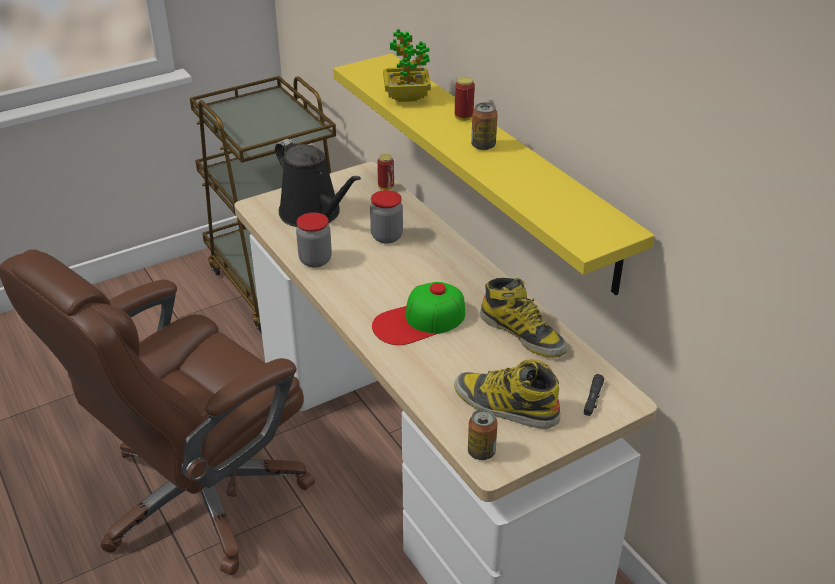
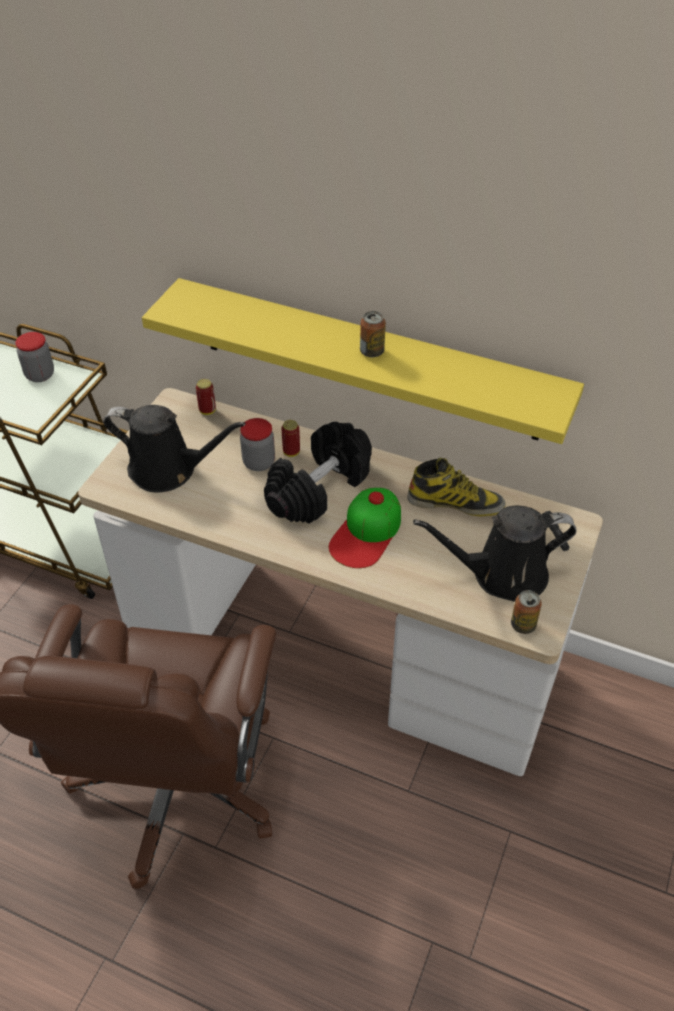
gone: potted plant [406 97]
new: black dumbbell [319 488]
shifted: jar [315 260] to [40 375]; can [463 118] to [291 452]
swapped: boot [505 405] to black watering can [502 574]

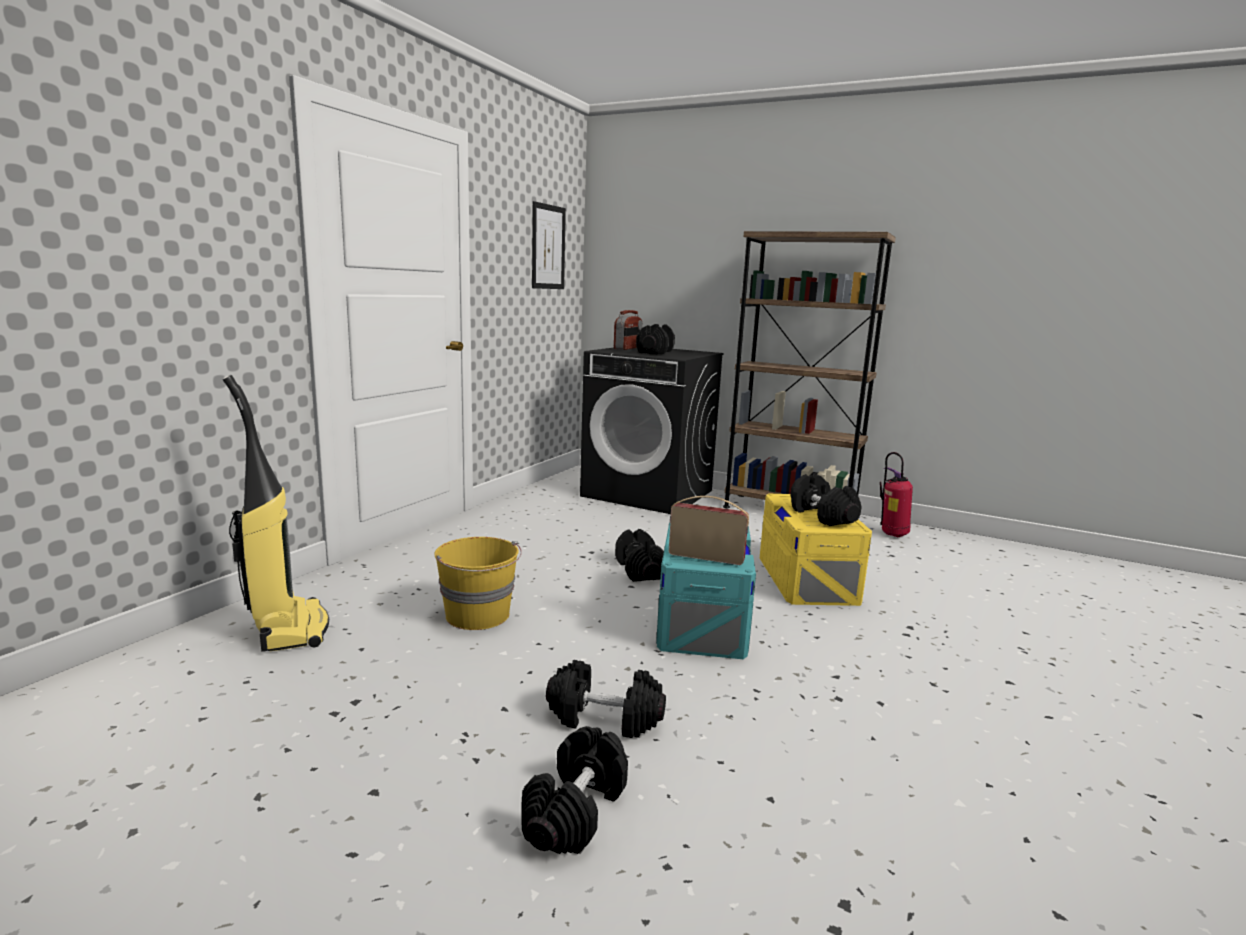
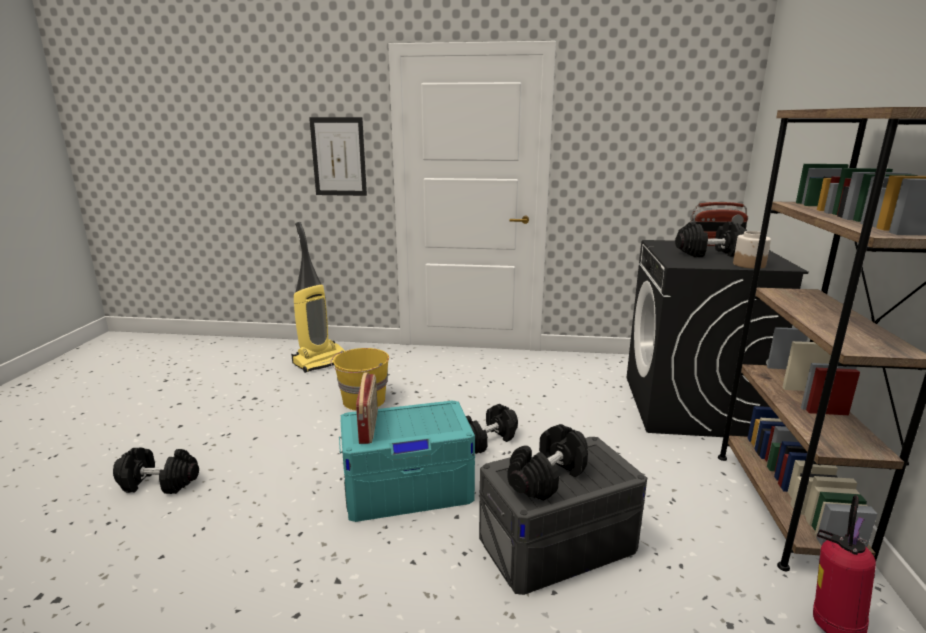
gone: black dumbbell [604 718]
new: jar [749 265]
shifted: picture [548 247] to [338 157]
repainted: yellow storage box [807 579] to grey storage box [557 543]

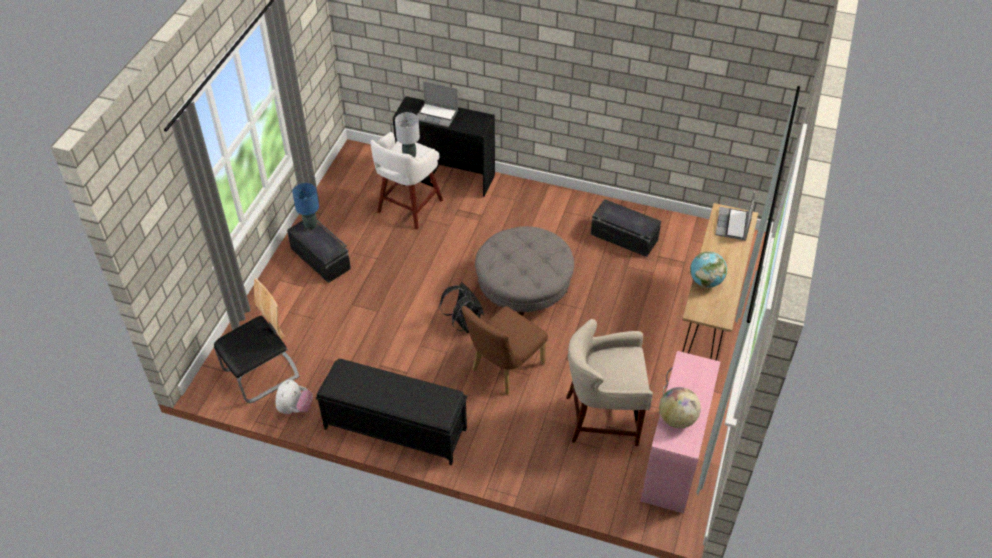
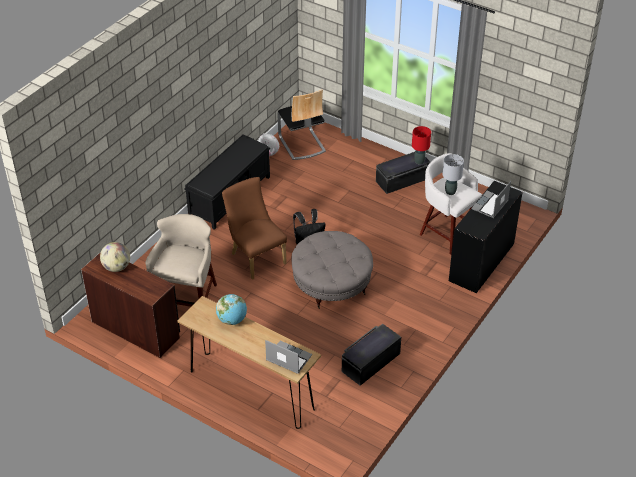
repainted: blue table lamp [310 226] to red table lamp [419 161]; pink desk [672 459] to brown desk [136 328]

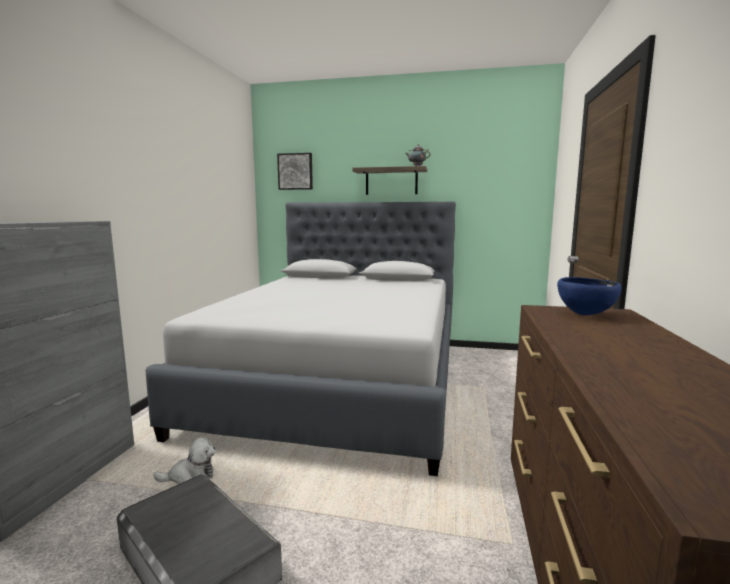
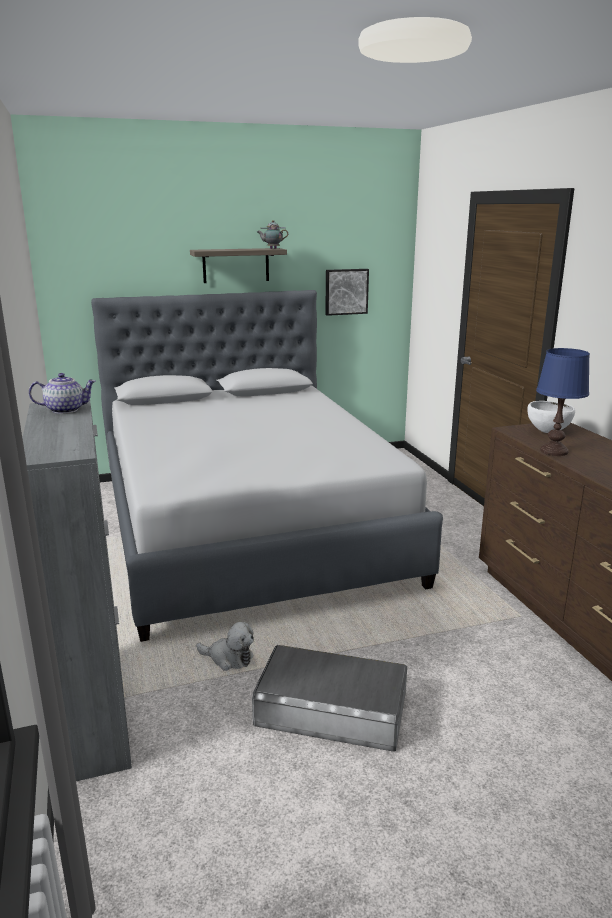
new: teapot [66 410]; blue table lamp [553 451]
shifted: picture [295 171] to [346 291]
repainted: blue bowl [585 315] to white bowl [548 432]
rotated: plush toy [190 477] = [229 658] 60 degrees clockwise

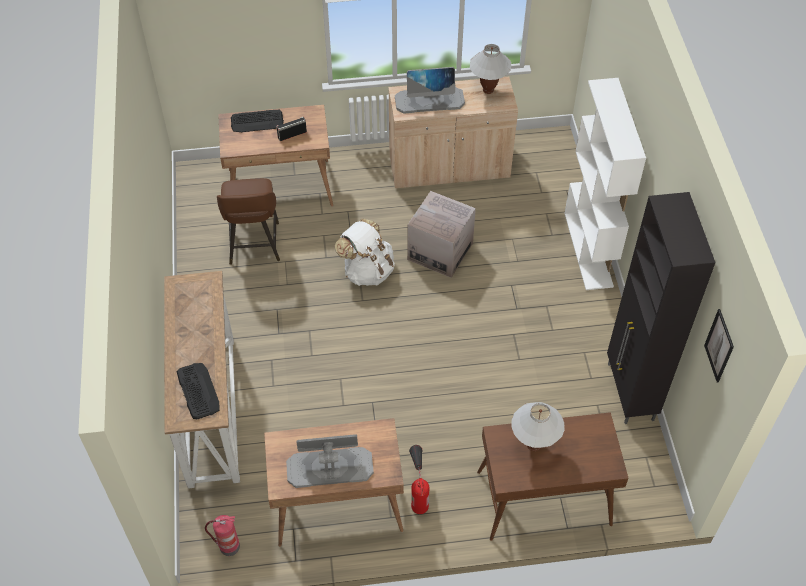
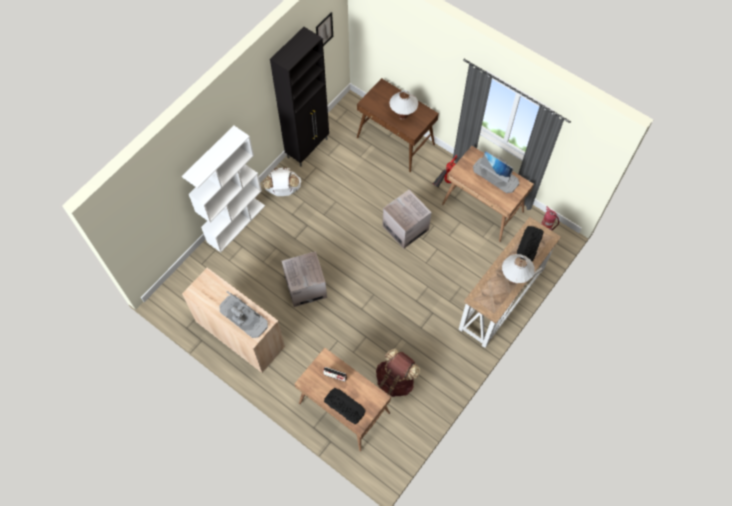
new: cardboard box [405 228]
shifted: white backpack [367 270] to [283 190]; white table lamp [488 90] to [514 279]
swapped: brown stool [254 245] to brown backpack [395 380]

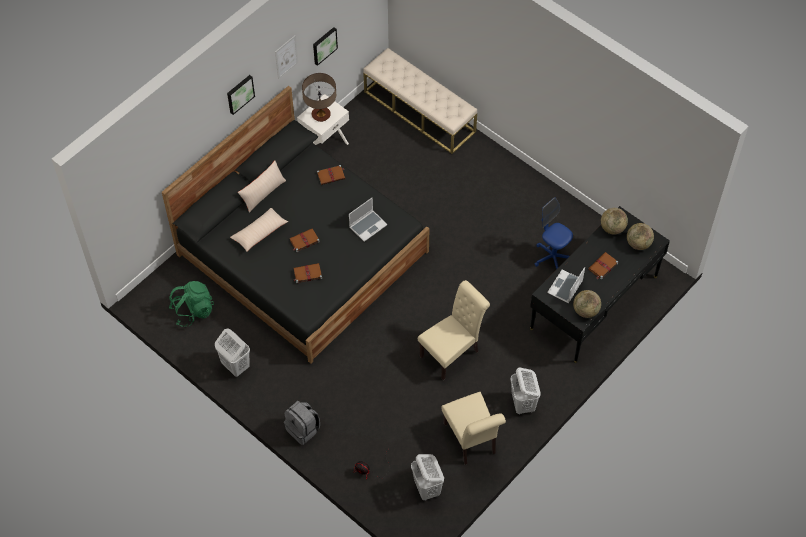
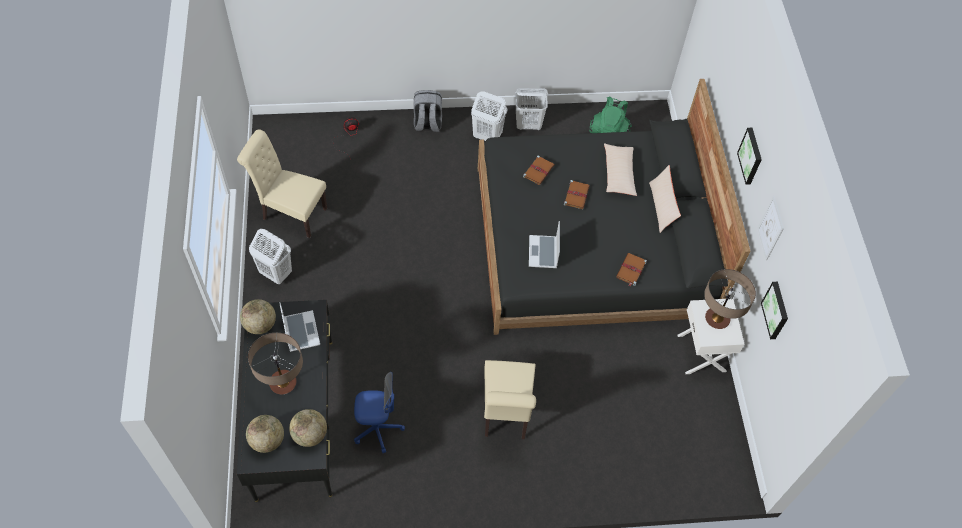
gone: beige bench [419 111]
shifted: white laundry basket [427 489] to [487 136]; beige chair [452 352] to [505 414]
swapped: brown book [602 266] to table lamp [283 383]

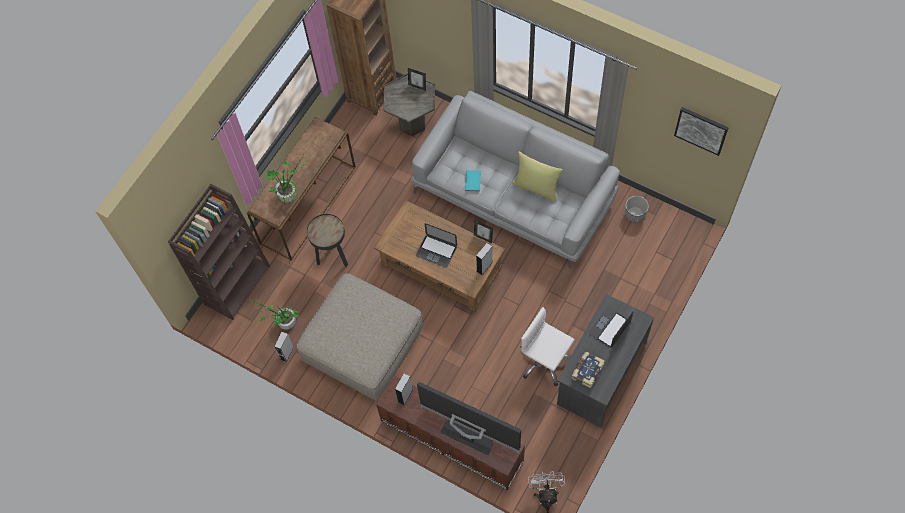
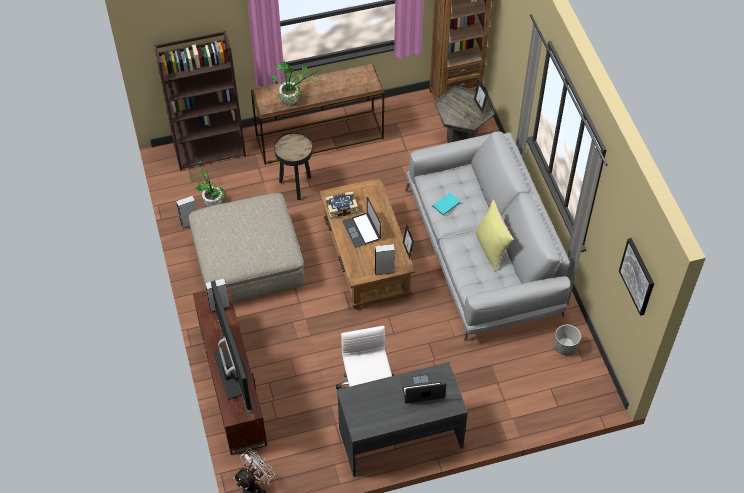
shifted: book [587 371] to [341 207]

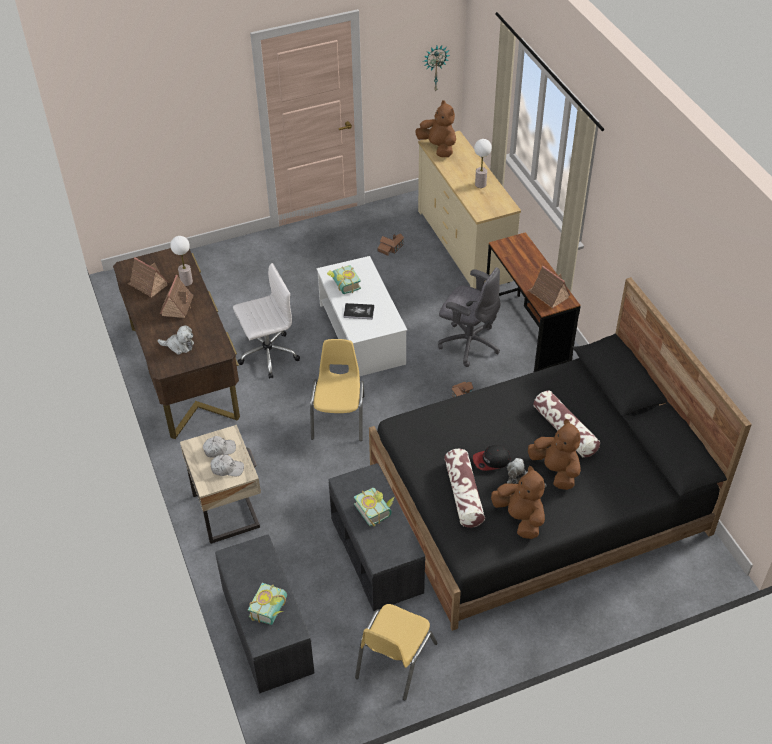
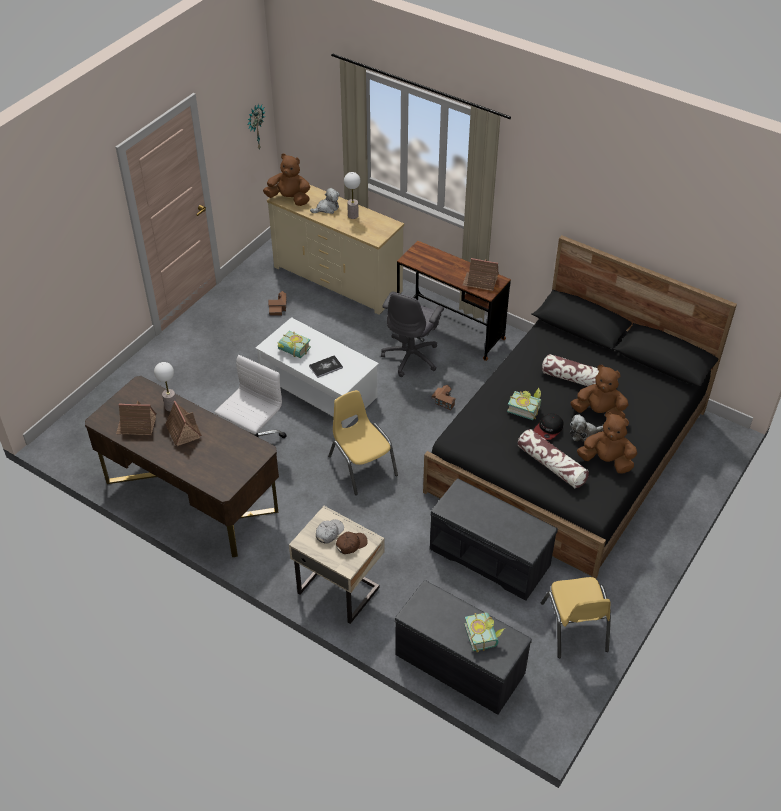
shifted: plush toy [179 346] to [327 208]; book [376 510] to [524 407]
repainted: white cap [227 468] to brown cap [351 544]
rotated: grey office chair [468 343] = [411 357] 120 degrees clockwise

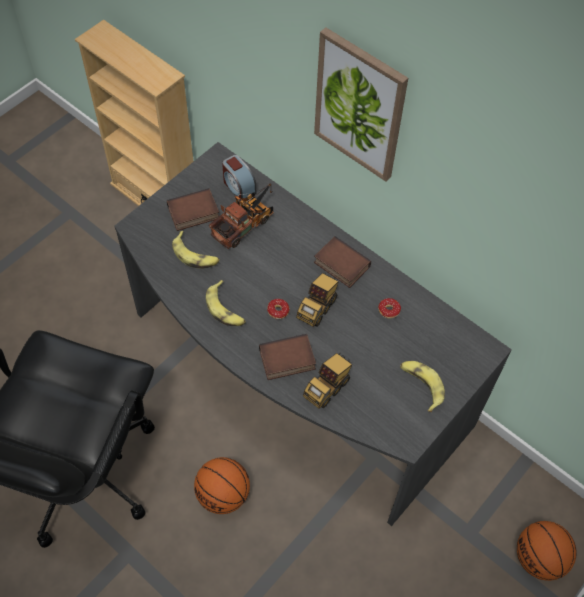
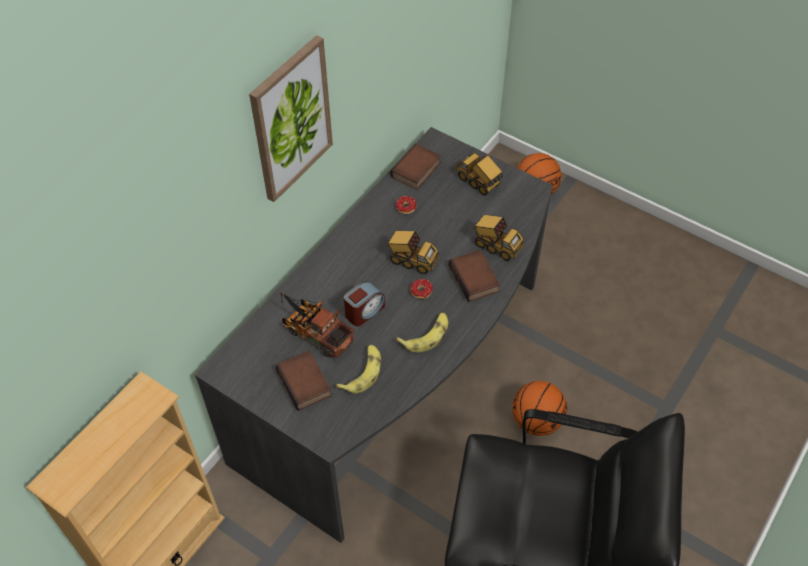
shifted: alarm clock [238 187] to [364 311]; book [340 265] to [416 171]
swapped: banana [421 385] to toy truck [479 182]

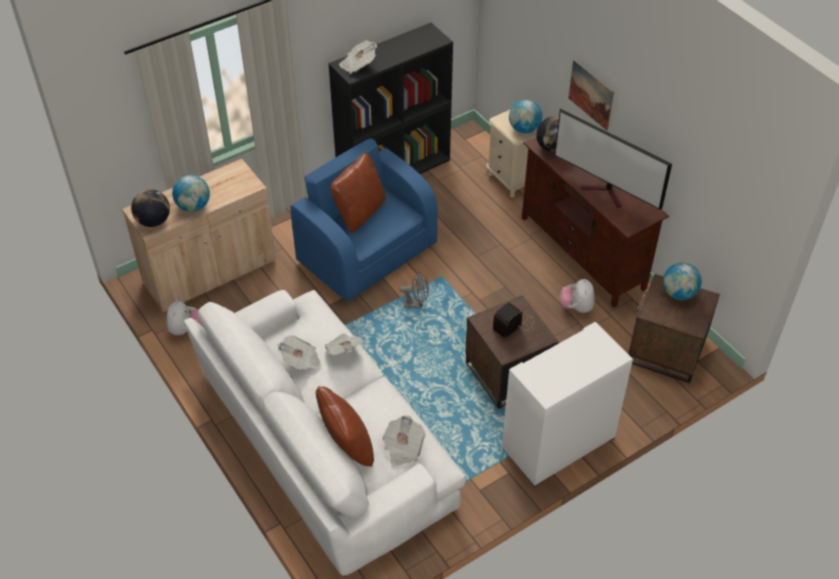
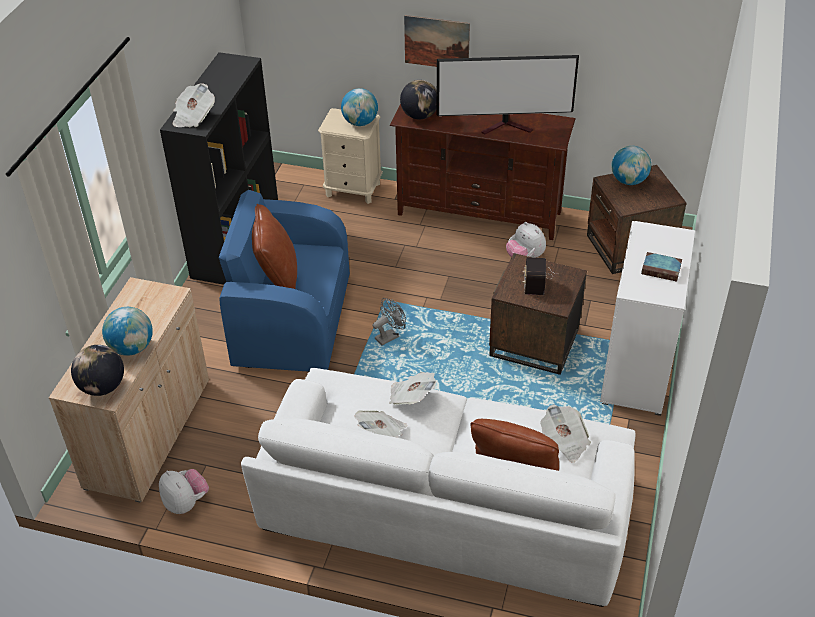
new: book [662 269]

